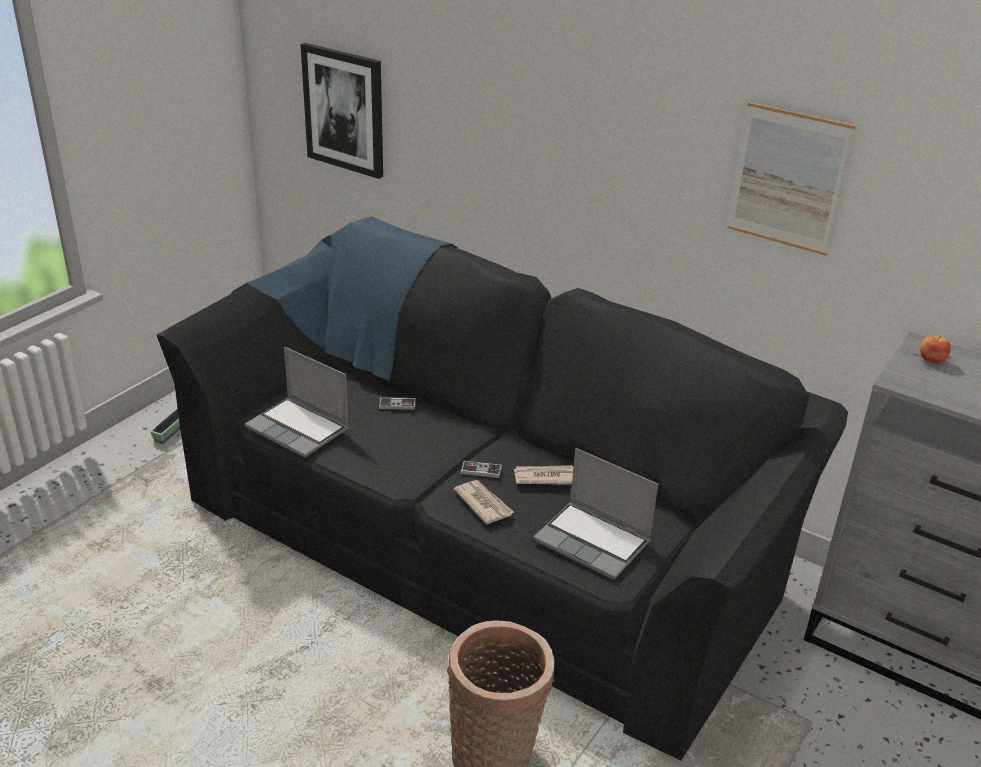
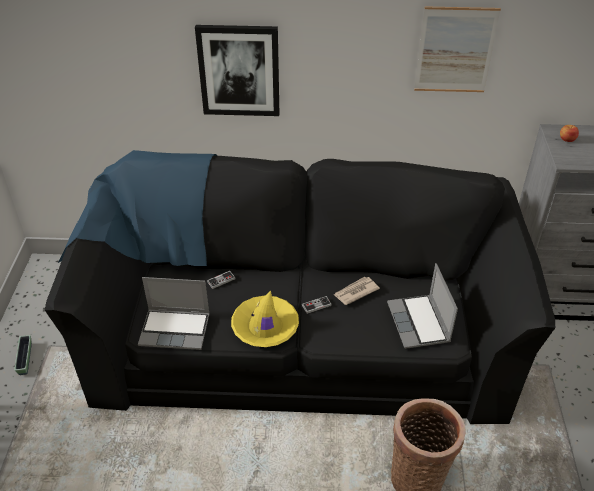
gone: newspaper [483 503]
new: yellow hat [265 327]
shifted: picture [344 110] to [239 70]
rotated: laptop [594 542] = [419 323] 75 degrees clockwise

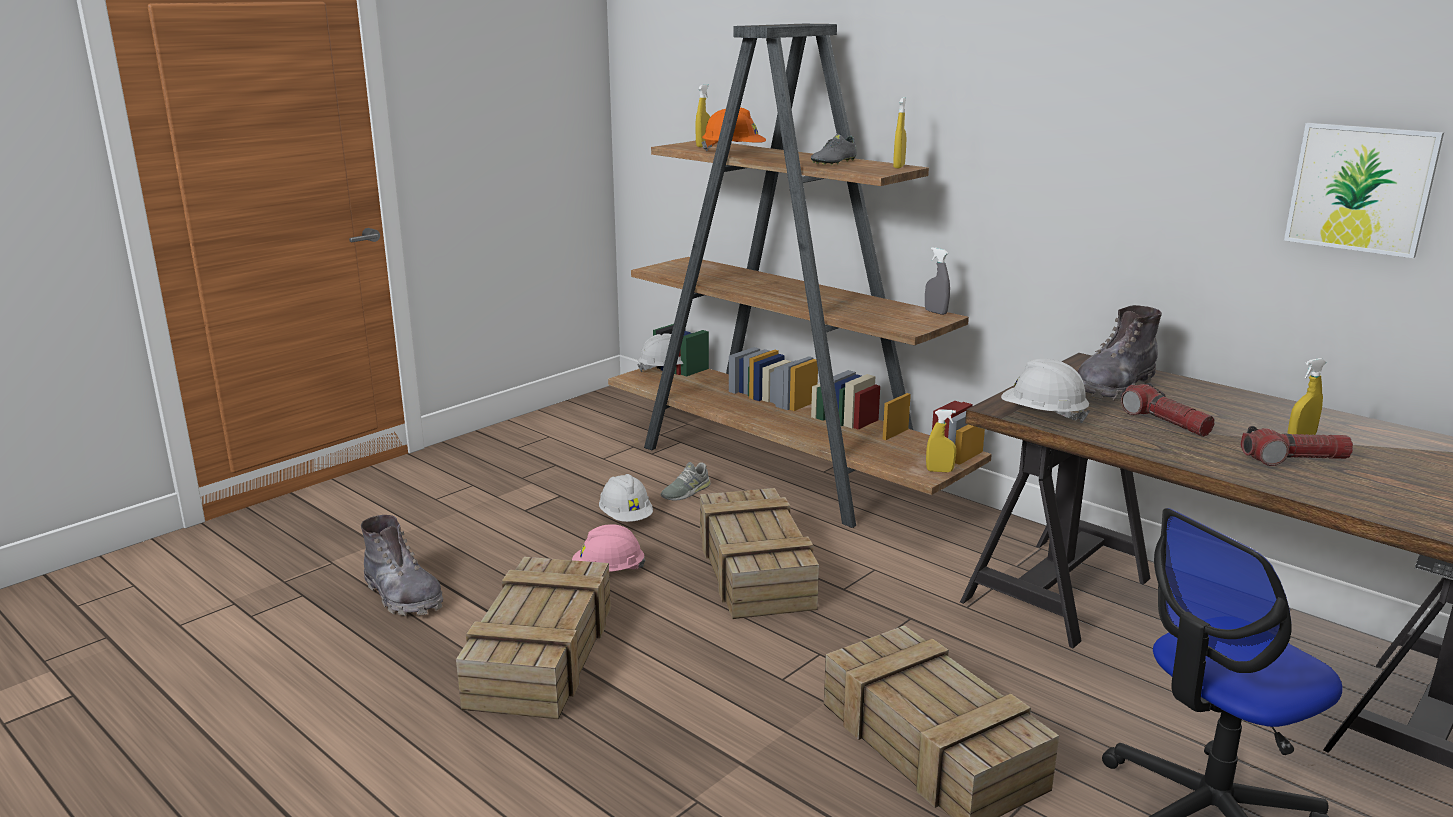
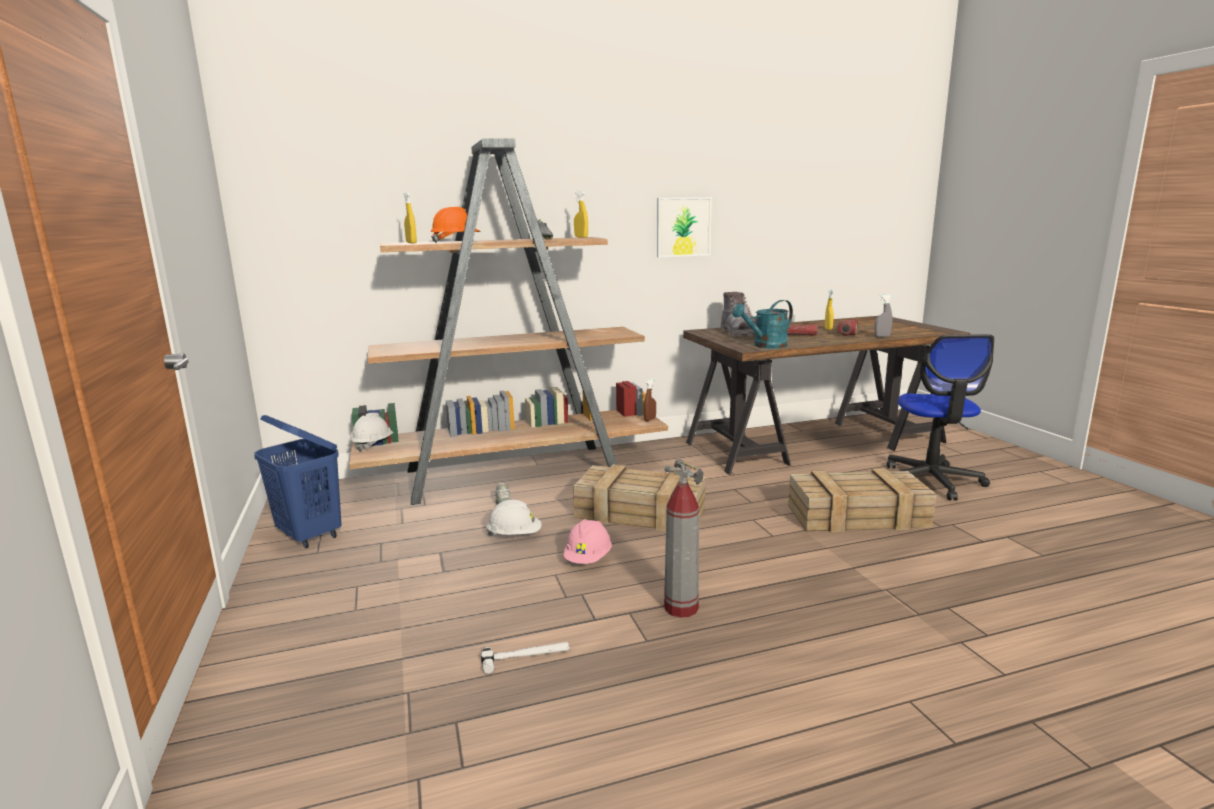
new: blue laundry basket [310 536]
shifted: grey spray bottle [935 312] to [882 336]; picture [1360 188] to [683 227]
swapped: grey boot [403 596] to hammer [526 658]; crate [541 653] to fire extinguisher [680 608]; white hard hat [1042 416] to turquoise watering can [765 346]
repainted: yellow spray bottle [939 471] to brown spray bottle [650 419]

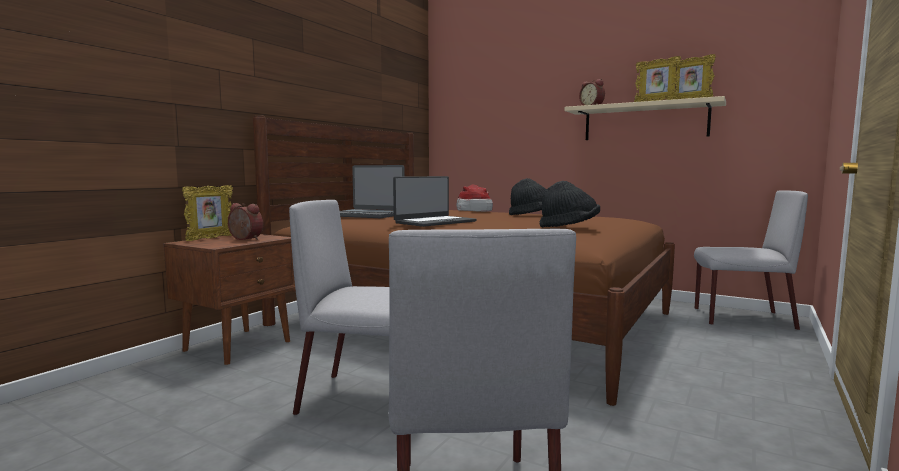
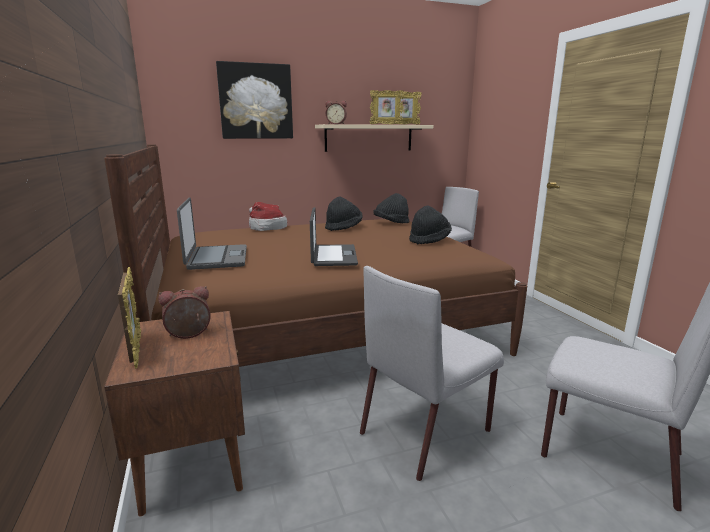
new: picture [256 101]; black hat [391 223]
rotated: laptop [367 215] = [216 258] 75 degrees counterclockwise

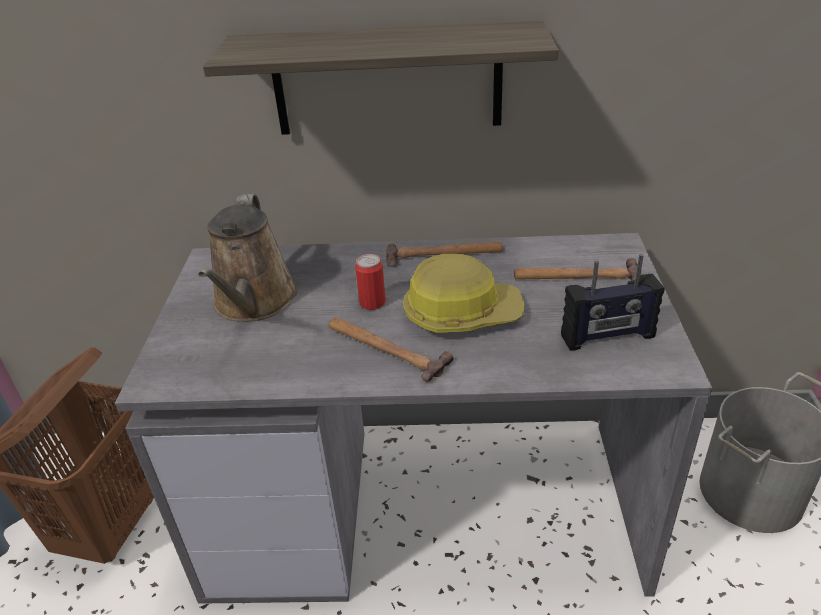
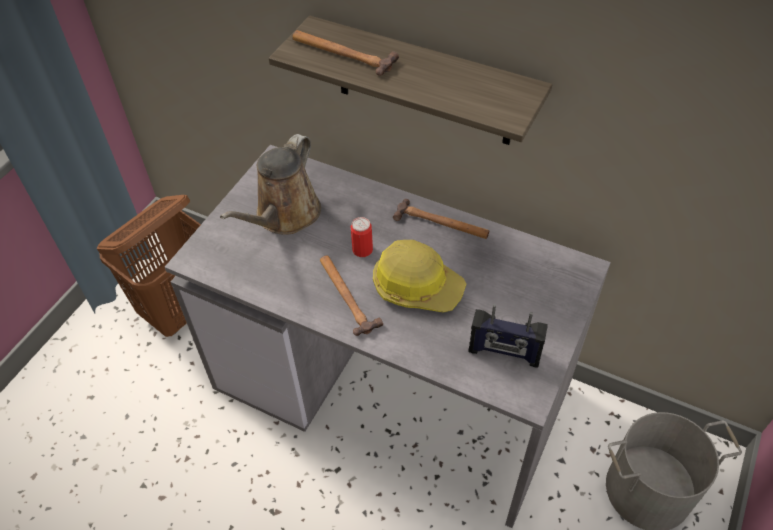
shifted: hammer [576 276] to [342 53]

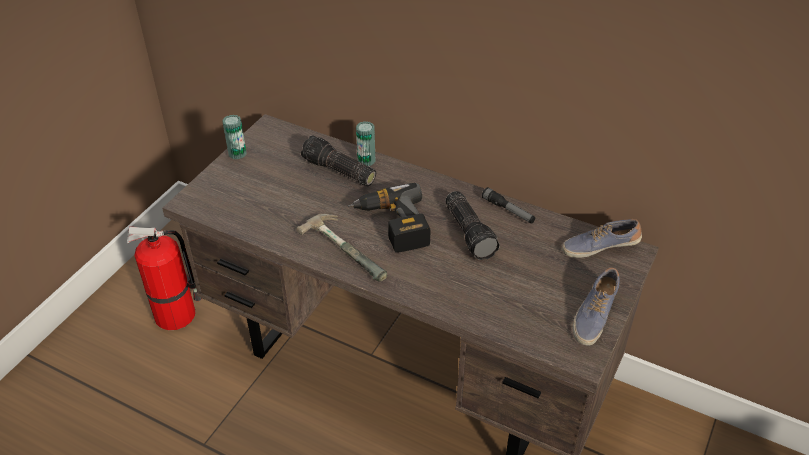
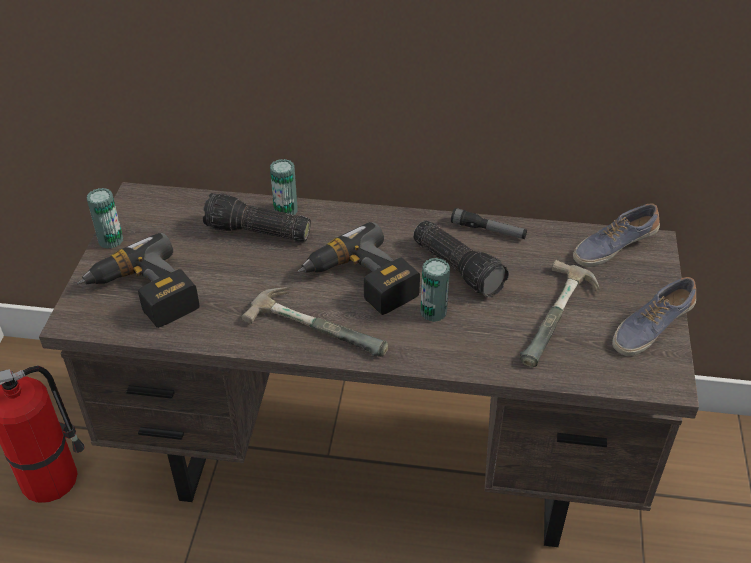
new: power drill [143 295]; can [433 312]; hammer [561 319]
rotated: shoe [594 315] = [650 328] 45 degrees clockwise

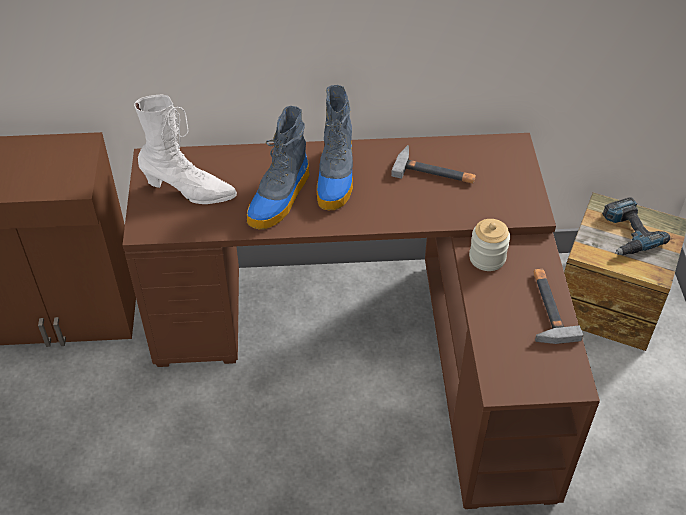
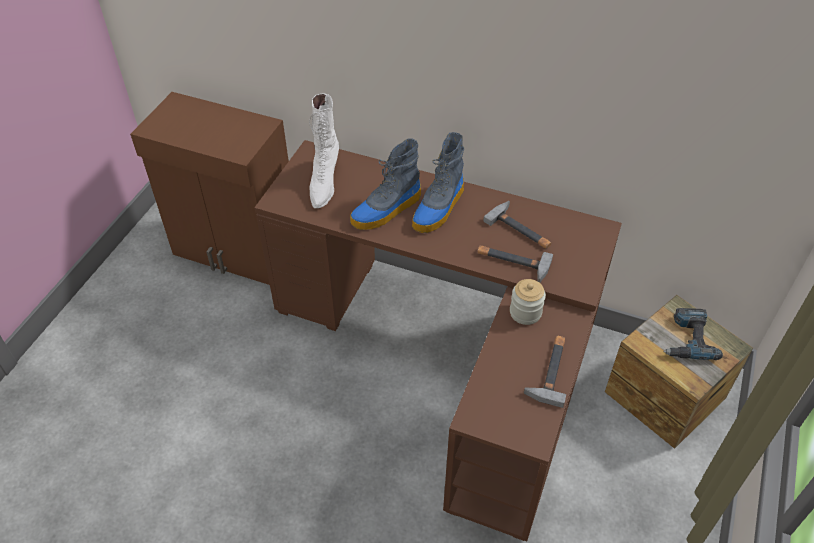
new: hammer [512 262]
rotated: white boot [189 191] = [324 183] 60 degrees clockwise

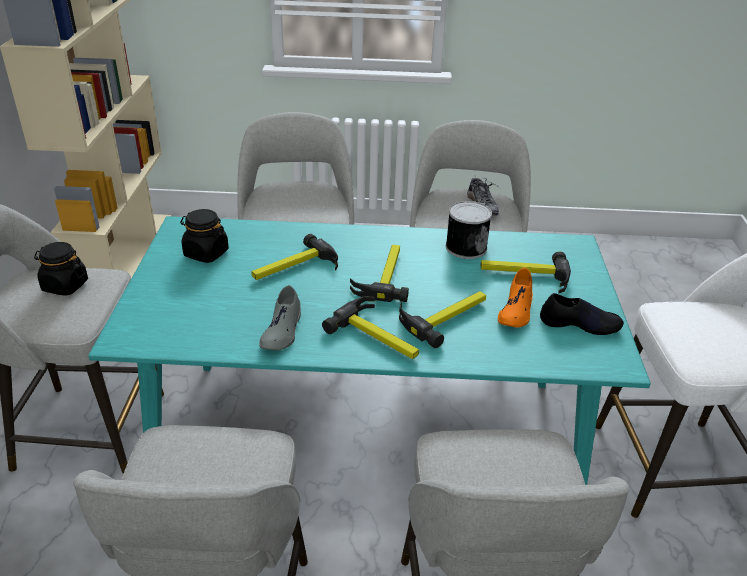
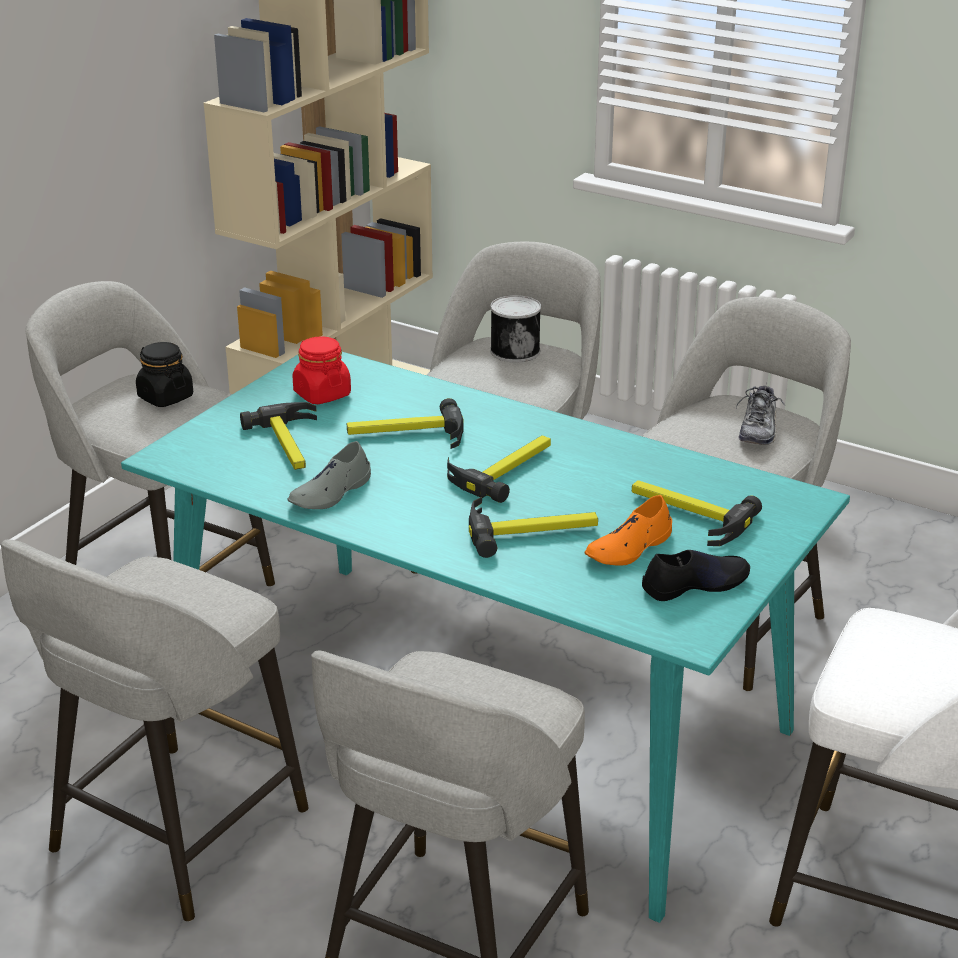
shifted: hammer [379 336] to [290 445]; can [465 247] to [515 350]
repainted: black jar [206 253] to red jar [322 394]
rotated: black shoe [579 324] = [695 584] 60 degrees counterclockwise

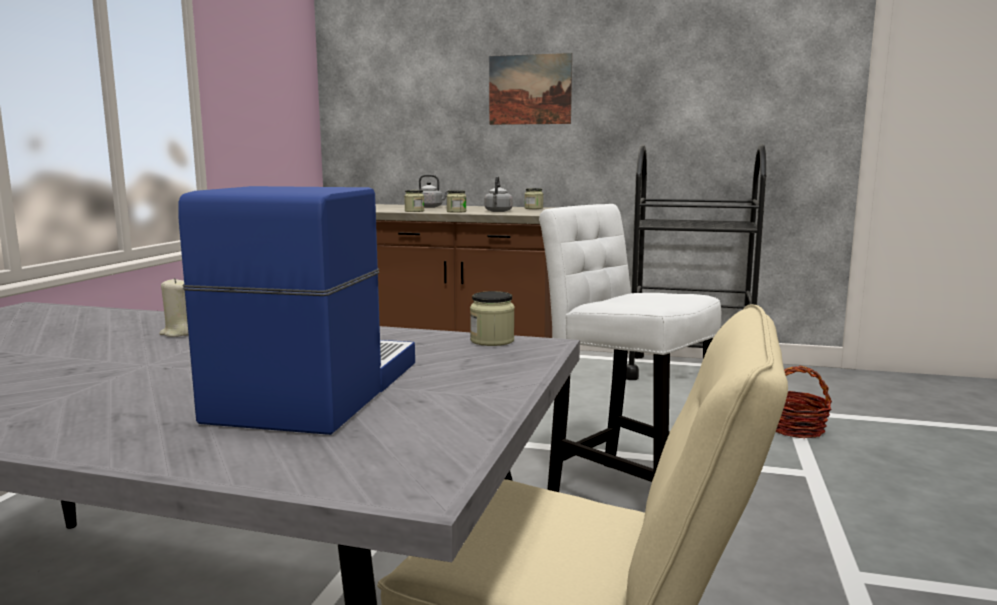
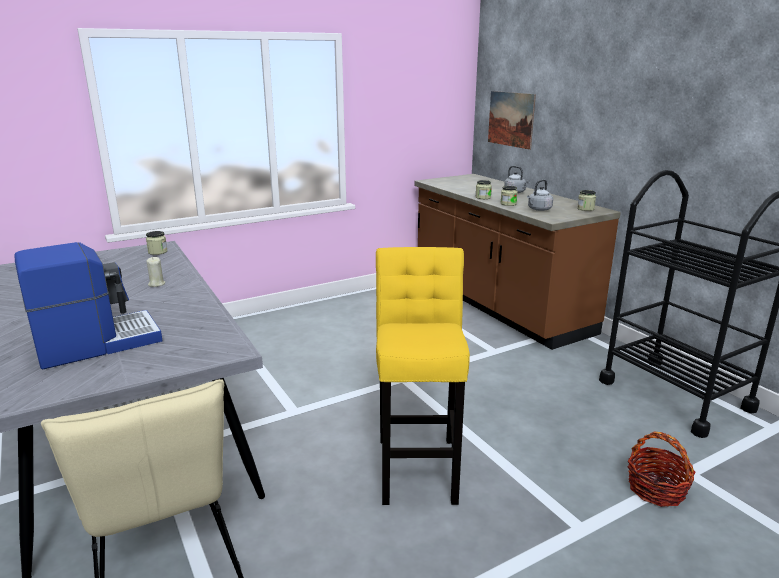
shifted: jar [492 340] to [157 252]; picture [530 89] to [511 119]
repainted: white stool [622 494] to yellow stool [418 465]

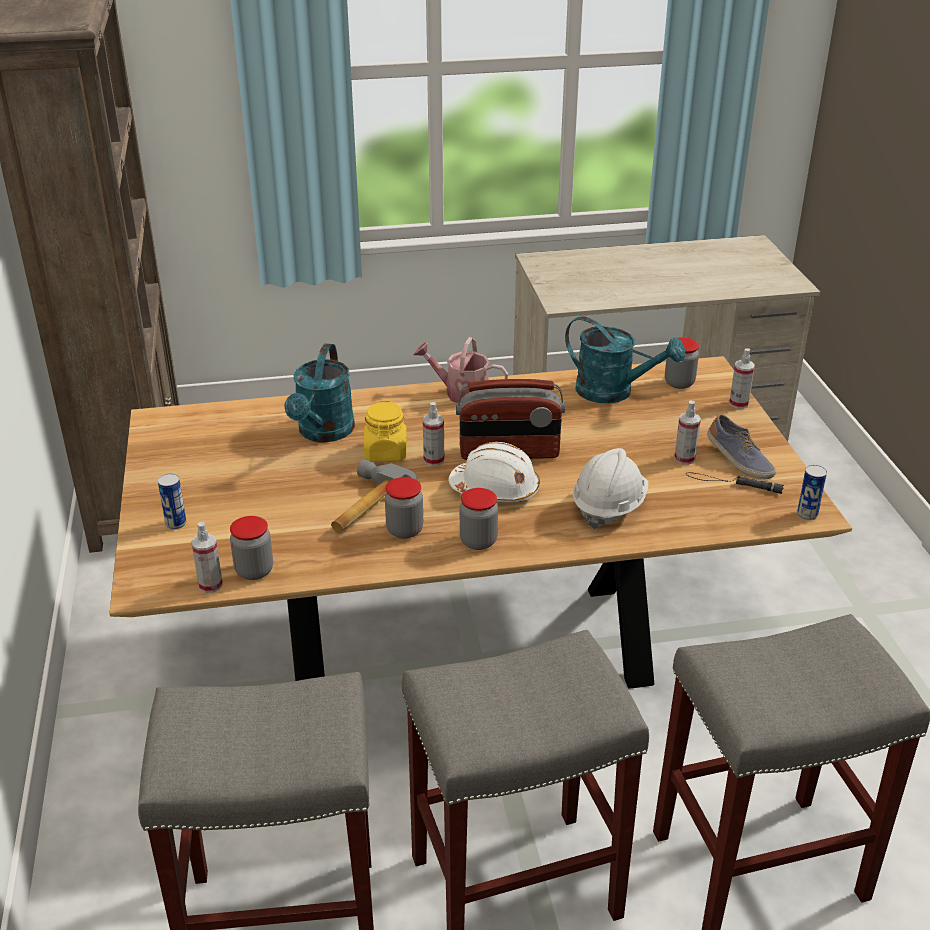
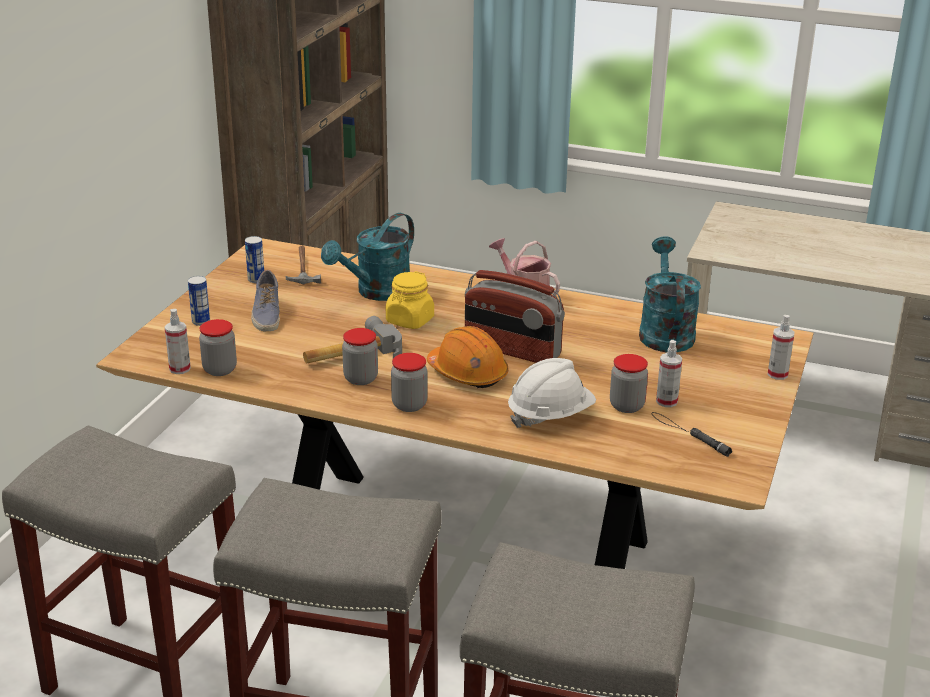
gone: spray bottle [434 460]
new: hammer [302 267]
shifted: jar [679 383] to [626 406]; shoe [738 460] to [266 314]; can [807 514] to [256 279]
repainted: white hard hat [495 489] to orange hard hat [467 373]
rotated: turquoise watering can [614 392] = [664 332] 150 degrees counterclockwise

